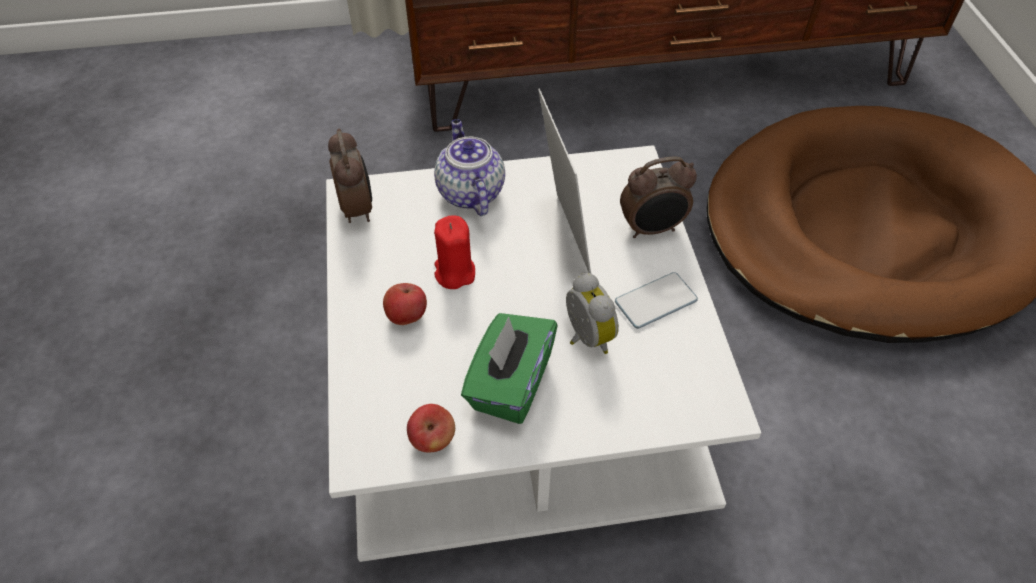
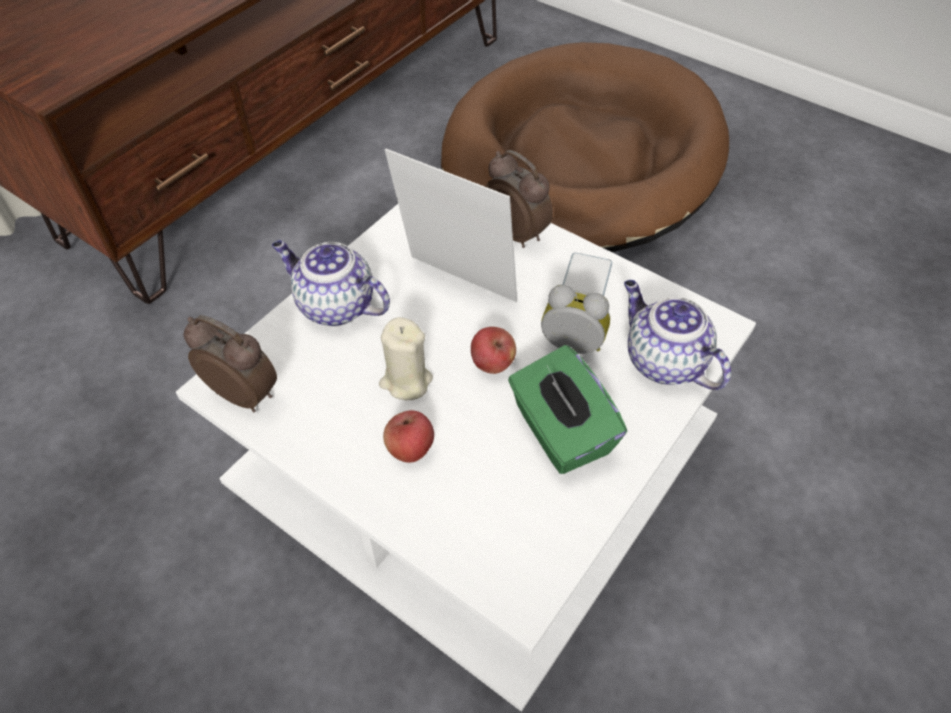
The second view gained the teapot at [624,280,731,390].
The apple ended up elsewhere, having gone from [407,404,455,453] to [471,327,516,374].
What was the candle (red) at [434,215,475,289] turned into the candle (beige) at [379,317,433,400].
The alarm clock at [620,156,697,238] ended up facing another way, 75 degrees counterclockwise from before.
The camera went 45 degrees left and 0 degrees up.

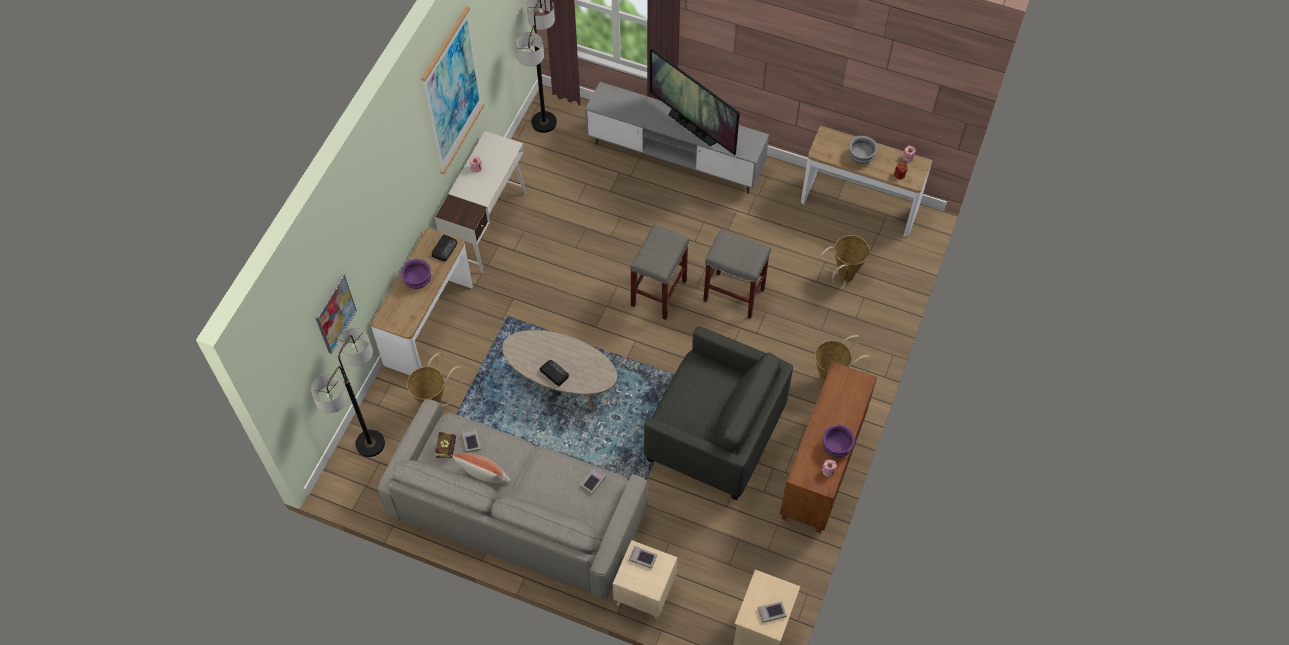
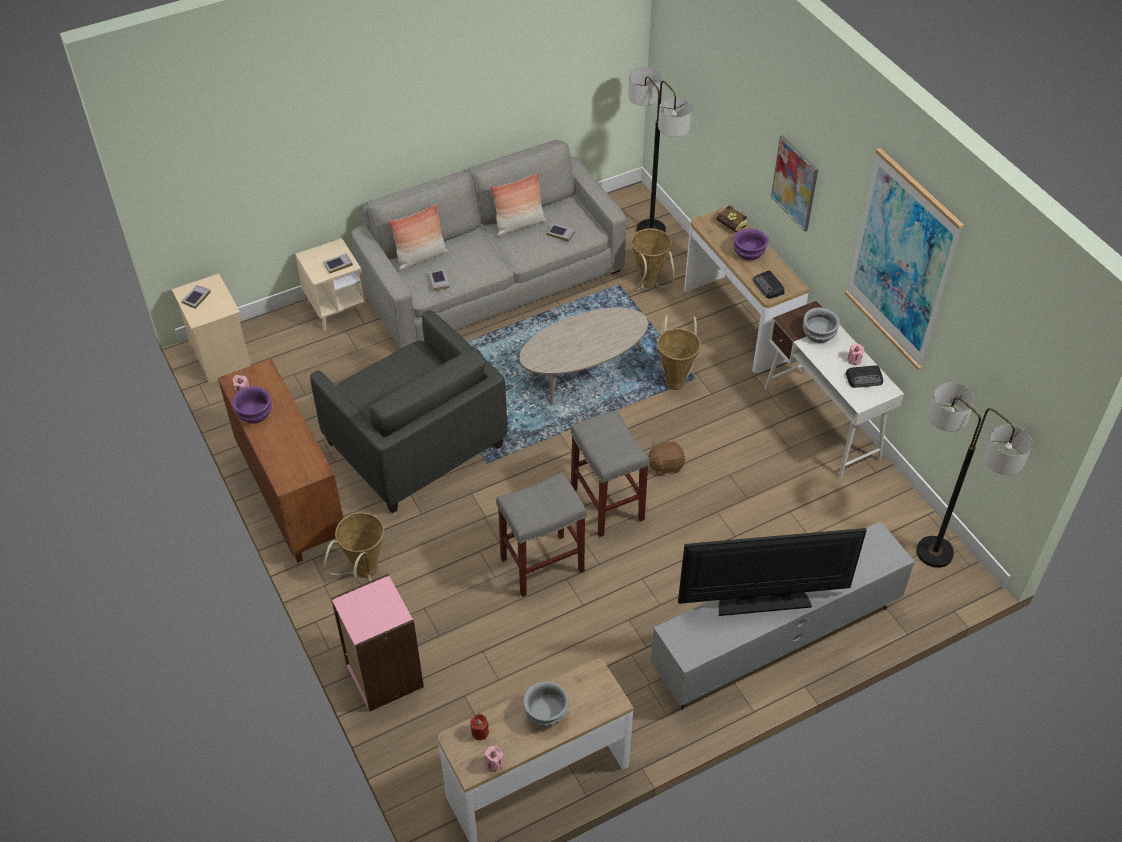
The second view gained the bookcase (pink) at [331,574,424,712].
The second view gained the pillow at [388,204,449,271].
The second view gained the plush toy (brown) at [648,441,685,476].
The second view gained the bowl (grey) at [803,307,840,343].
The picture ended up elsewhere, having gone from [315,274,357,354] to [771,135,818,232].
The book ended up elsewhere, having gone from [435,432,456,458] to [716,205,747,232].
The radio ended up elsewhere, having gone from [540,360,569,386] to [846,365,883,388].
The basket ended up elsewhere, having gone from [816,235,870,289] to [657,314,700,390].
The armchair (grey) at [644,327,793,501] ended up facing another way, 105 degrees counterclockwise from before.
The camera went 130 degrees right and 10 degrees down.

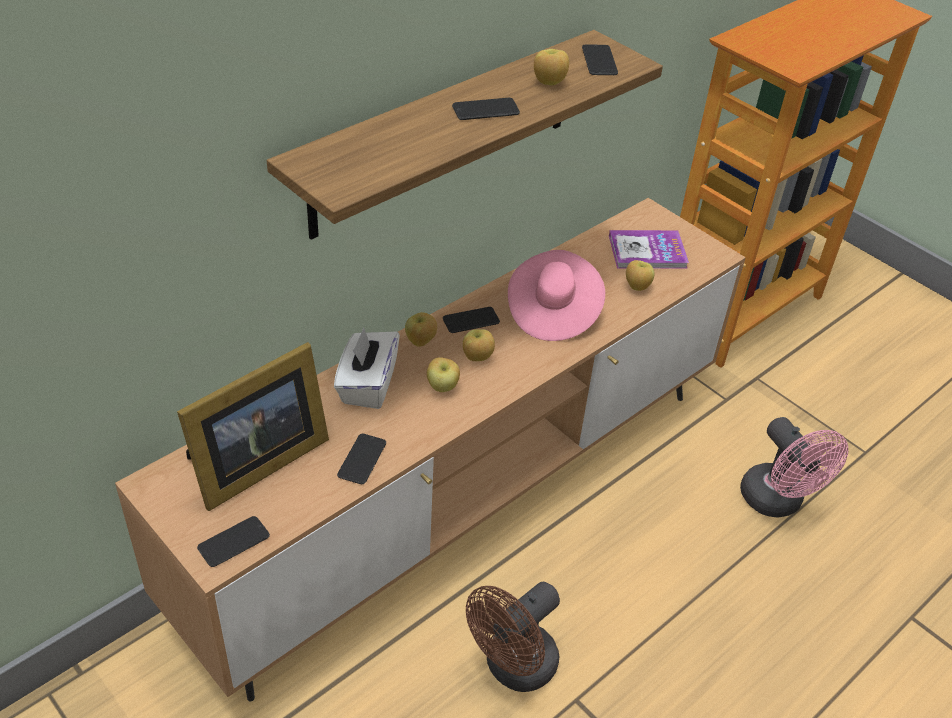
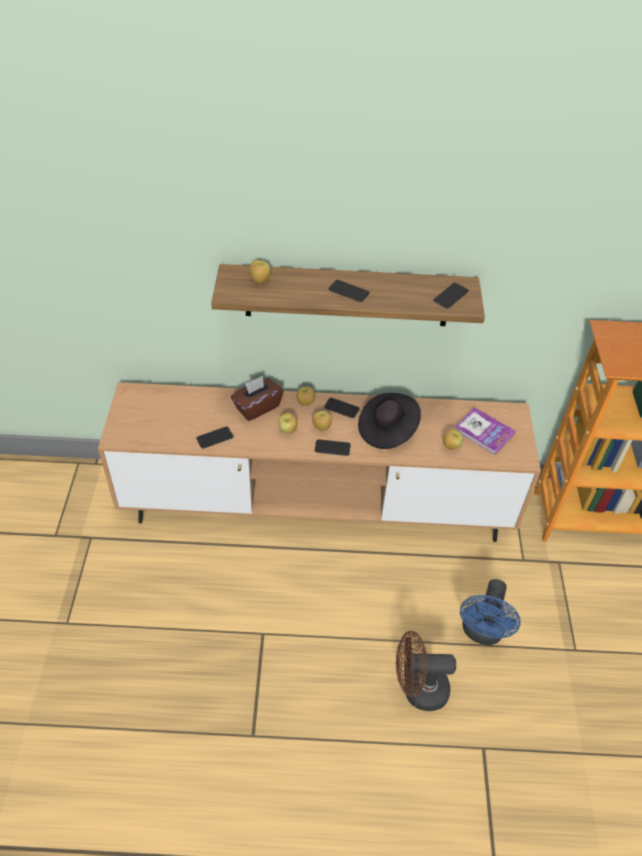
The second view lost the picture frame at [177,342,329,511].
The phone ended up elsewhere, having gone from [197,516,270,567] to [315,439,350,456].
The fan (brown) ended up elsewhere, having gone from [466,582,560,692] to [396,631,456,711].
The apple ended up elsewhere, having gone from [534,49,569,85] to [249,260,271,283].
What was the tissue box (white) at [334,327,400,409] turned into the tissue box (brown) at [231,376,284,421].
What was the hat (pink) at [508,250,605,341] turned into the hat (black) at [358,393,421,449].
What was the fan (pink) at [740,417,848,518] turned into the fan (blue) at [460,579,521,645].
The camera went 45 degrees right and 5 degrees up.

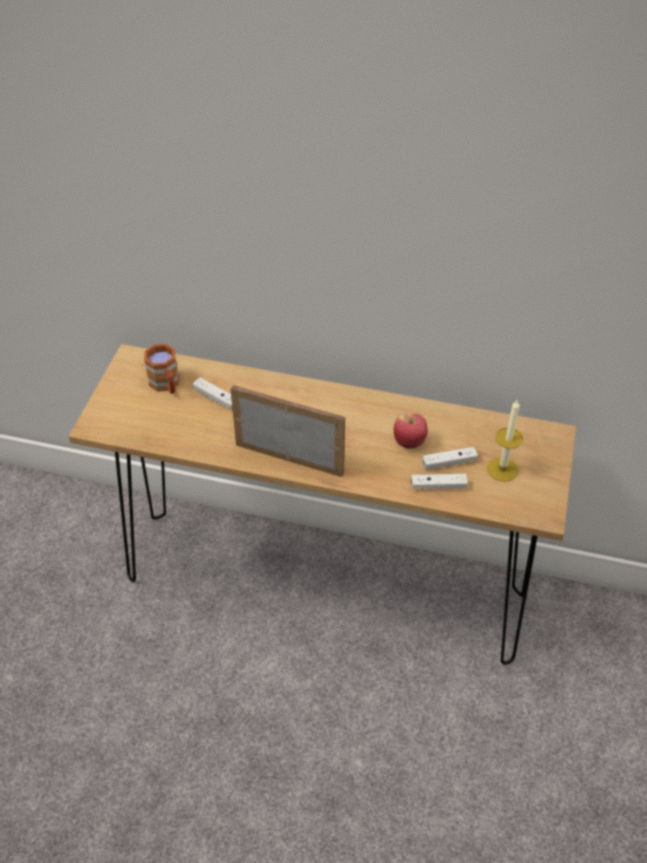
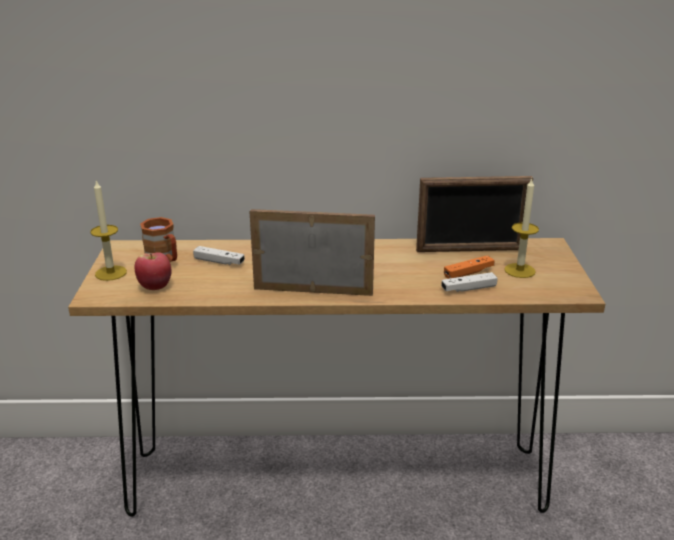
The second view gained the candle at [90,180,127,281].
The second view gained the picture frame at [416,176,533,252].
The apple ended up elsewhere, having gone from [394,413,428,449] to [134,252,172,290].
What was the game controller (white) at [422,447,478,470] turned into the game controller (orange) at [444,255,495,279].
The camera went 15 degrees left and 20 degrees down.

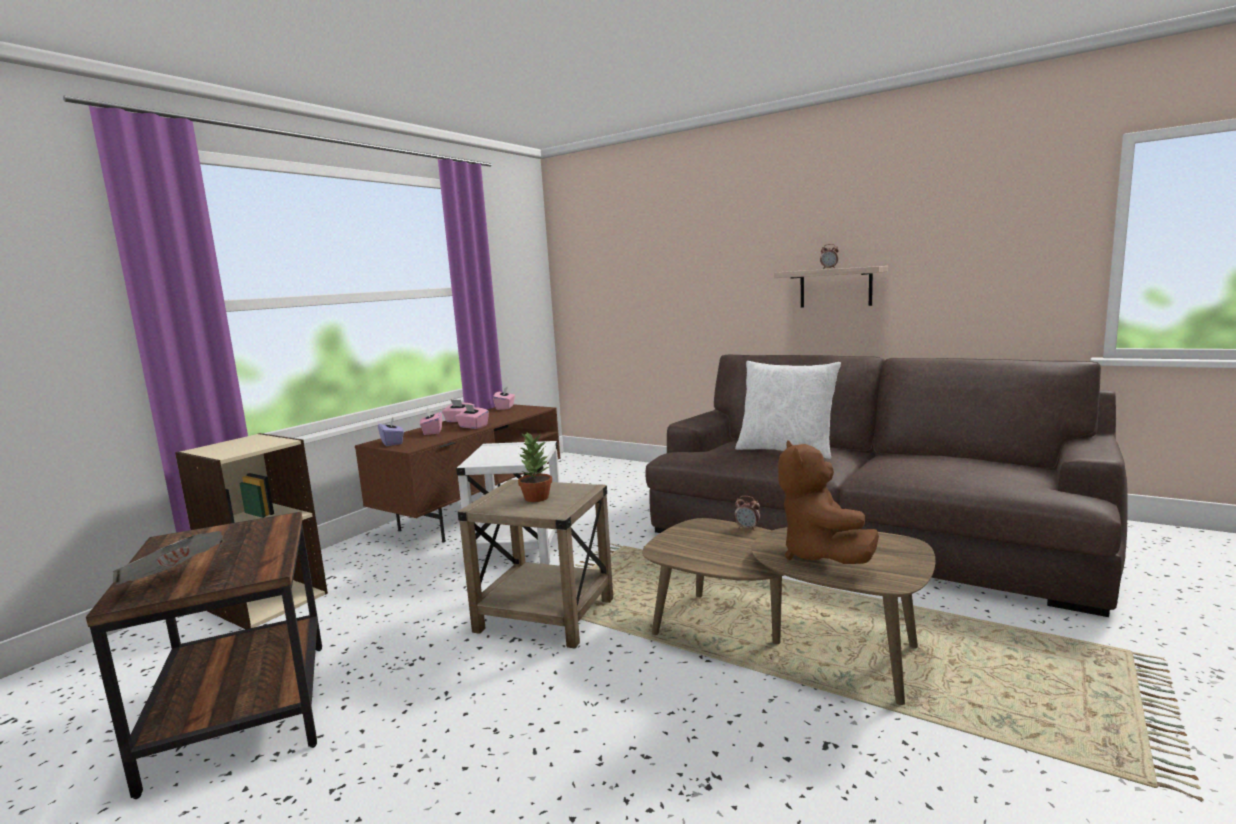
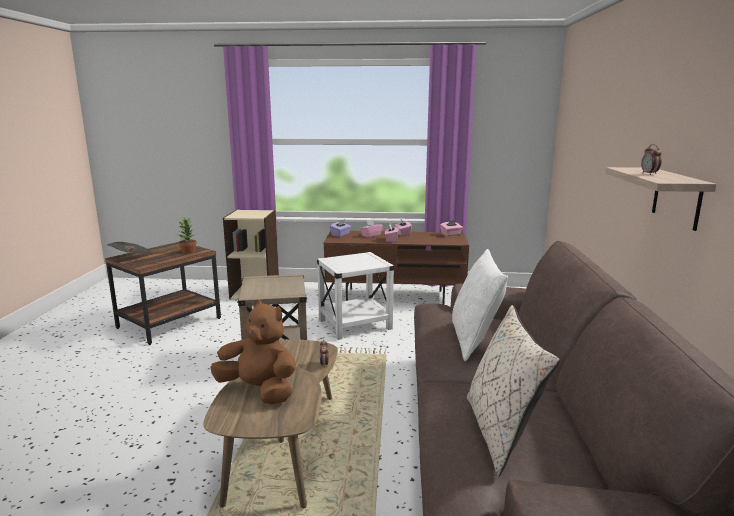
The second view gained the pillow (beige) at [467,305,560,476].
The potted plant ended up elsewhere, having gone from [518,432,552,502] to [178,217,197,254].
The plush toy (brown) at [778,440,879,564] ended up facing another way, 60 degrees clockwise from before.
The camera went 60 degrees right and 5 degrees up.

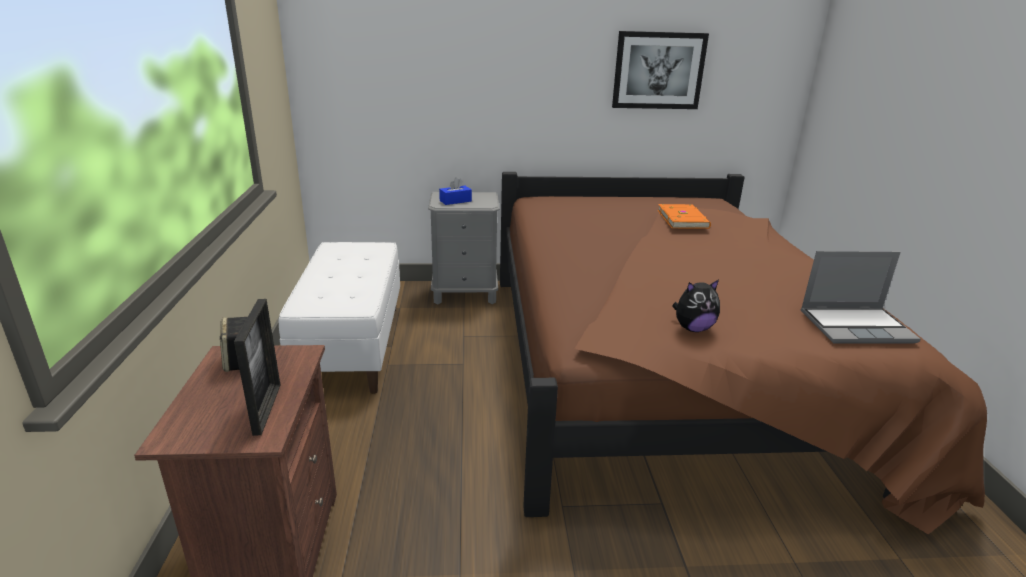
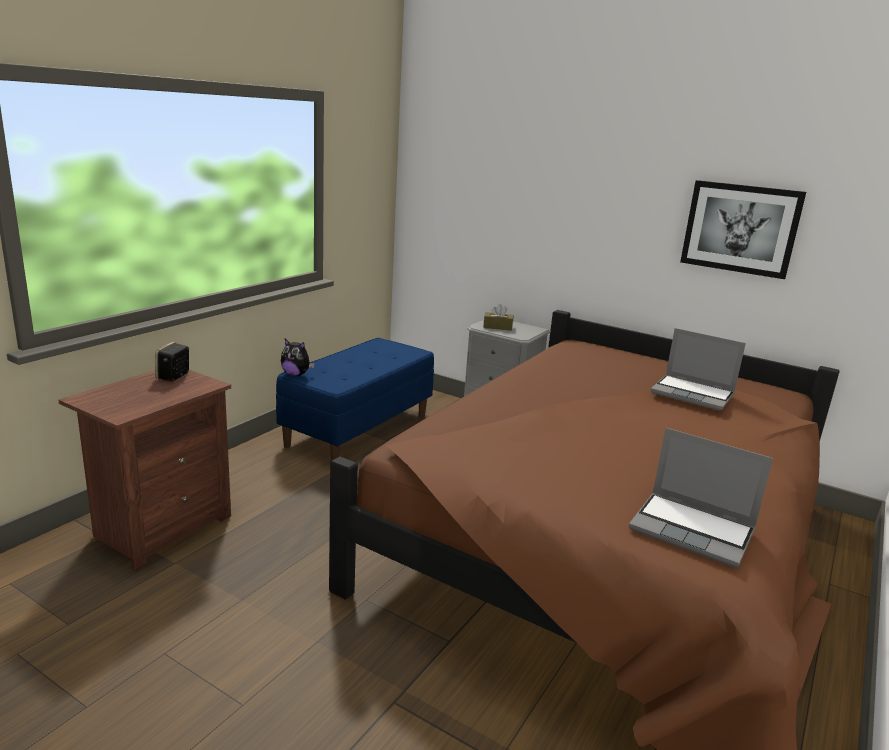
The second view lost the picture frame at [234,299,281,436].
The plush toy ended up elsewhere, having gone from [672,279,720,332] to [281,339,315,376].
Where the book (orange) stood at [657,204,711,229], the laptop came to stand at [651,328,746,411].
What was the bench (white) at [279,242,400,394] turned into the bench (blue) at [276,338,434,461].
What was the tissue box (blue) at [439,178,472,205] turned into the tissue box (brown) at [483,304,513,331].
The camera went 35 degrees right and 5 degrees down.

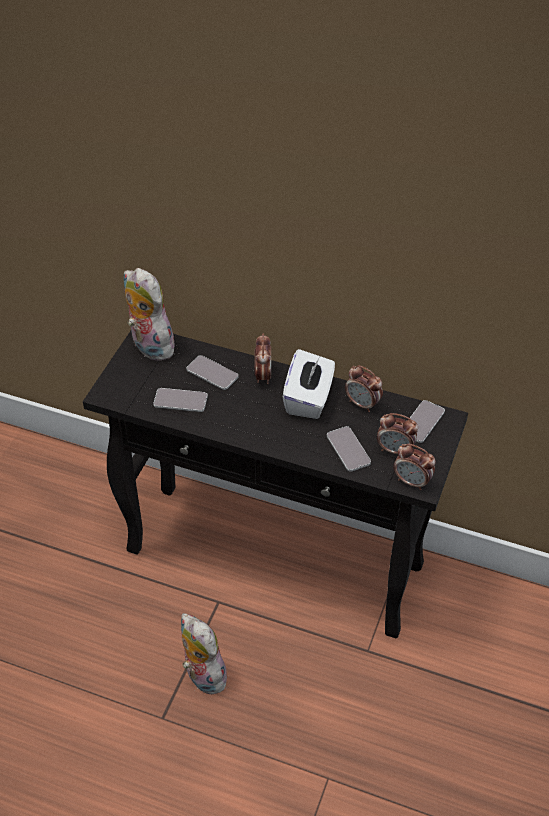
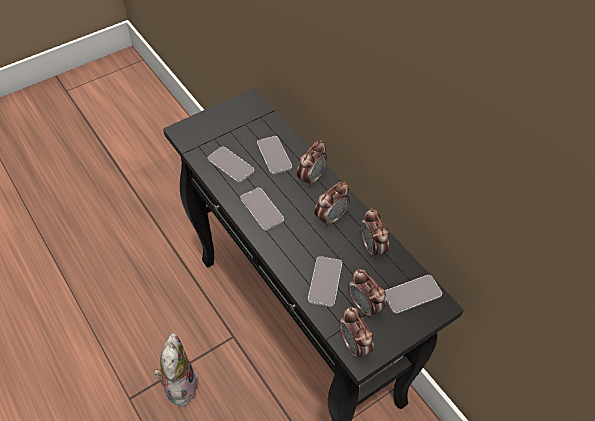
The second view lost the plush toy at [124,268,178,361].
The second view gained the phone at [240,188,284,231].
Where the tissue box (white) stood at [283,349,335,419], the alarm clock came to stand at [314,182,350,228].
The camera went 35 degrees right and 5 degrees up.

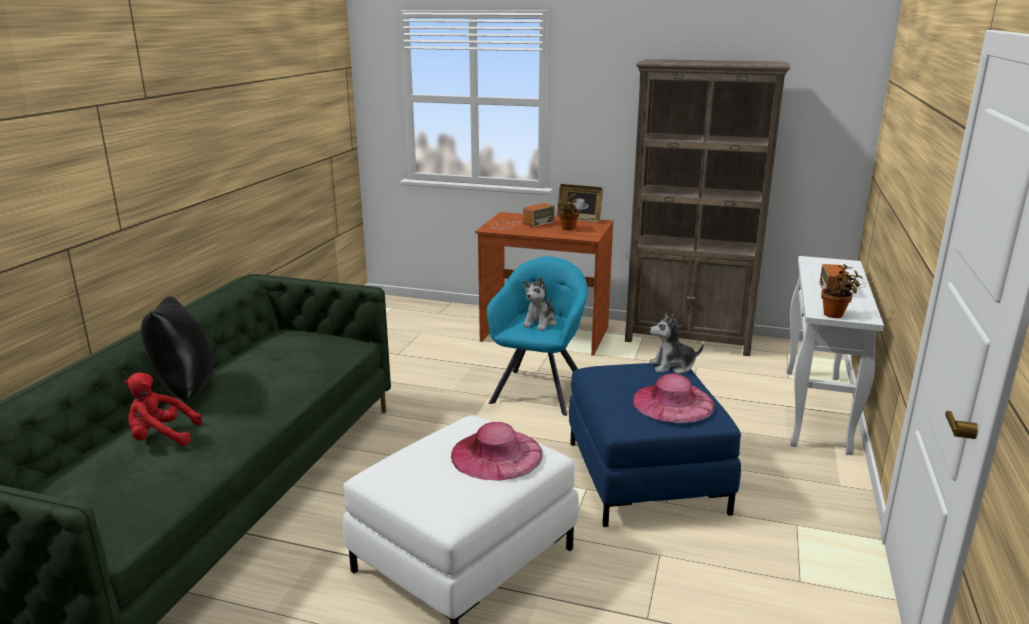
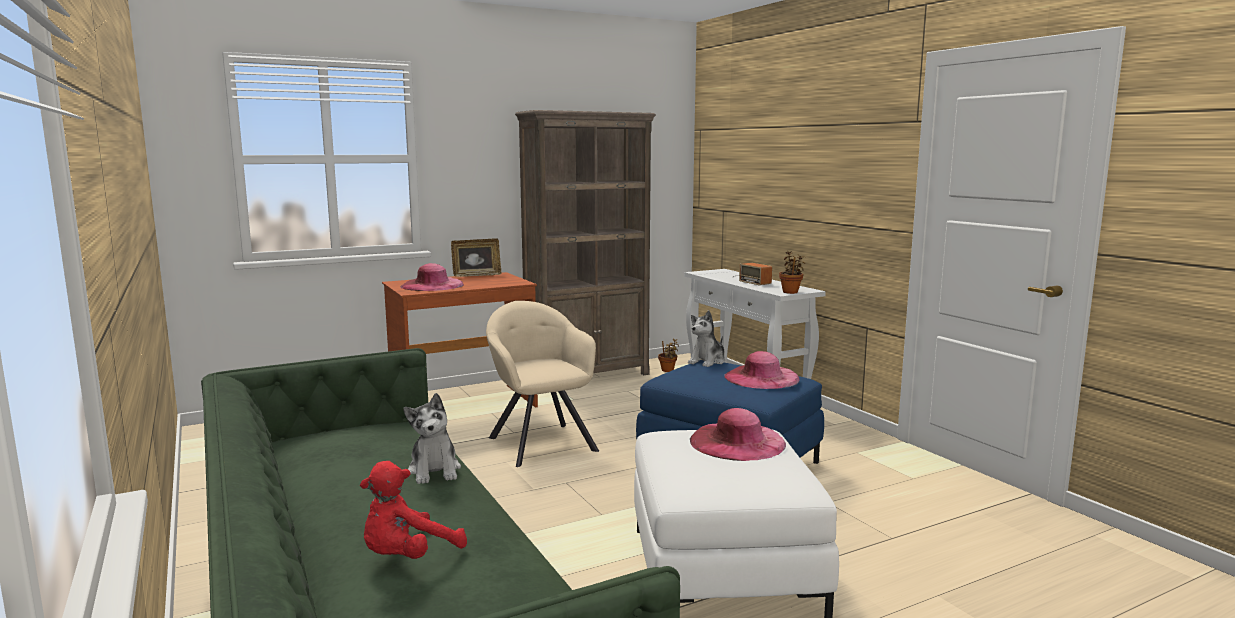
The second view lost the pillow (black) at [141,296,214,401].
The plush toy ended up elsewhere, having gone from [522,277,556,331] to [403,393,461,484].
The potted plant ended up elsewhere, having gone from [557,193,580,230] to [658,339,679,372].
Where the radio stood at [491,203,555,230], the hat (pink) came to stand at [400,263,464,291].
What was the armchair (turquoise) at [487,256,588,416] turned into the armchair (beige) at [486,301,599,467].
The camera went 45 degrees left and 10 degrees down.

